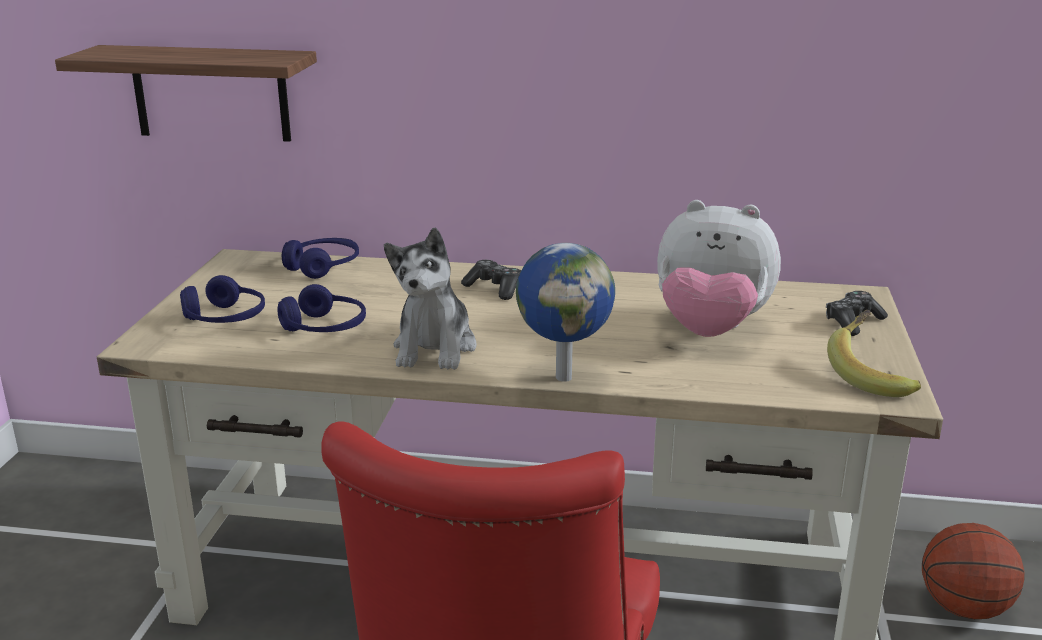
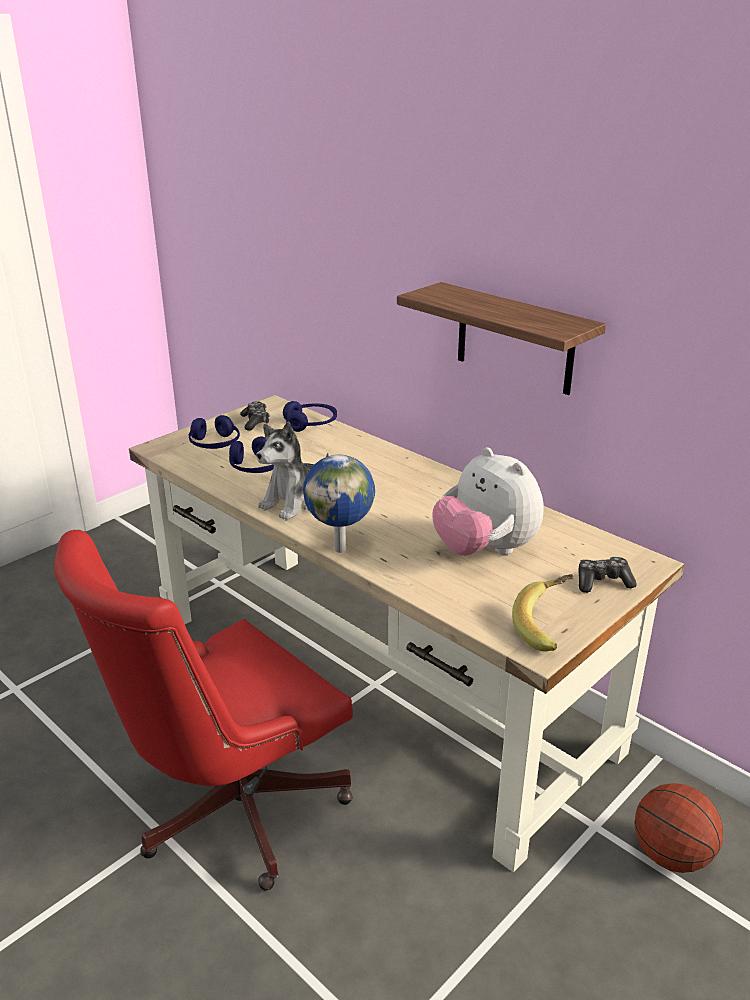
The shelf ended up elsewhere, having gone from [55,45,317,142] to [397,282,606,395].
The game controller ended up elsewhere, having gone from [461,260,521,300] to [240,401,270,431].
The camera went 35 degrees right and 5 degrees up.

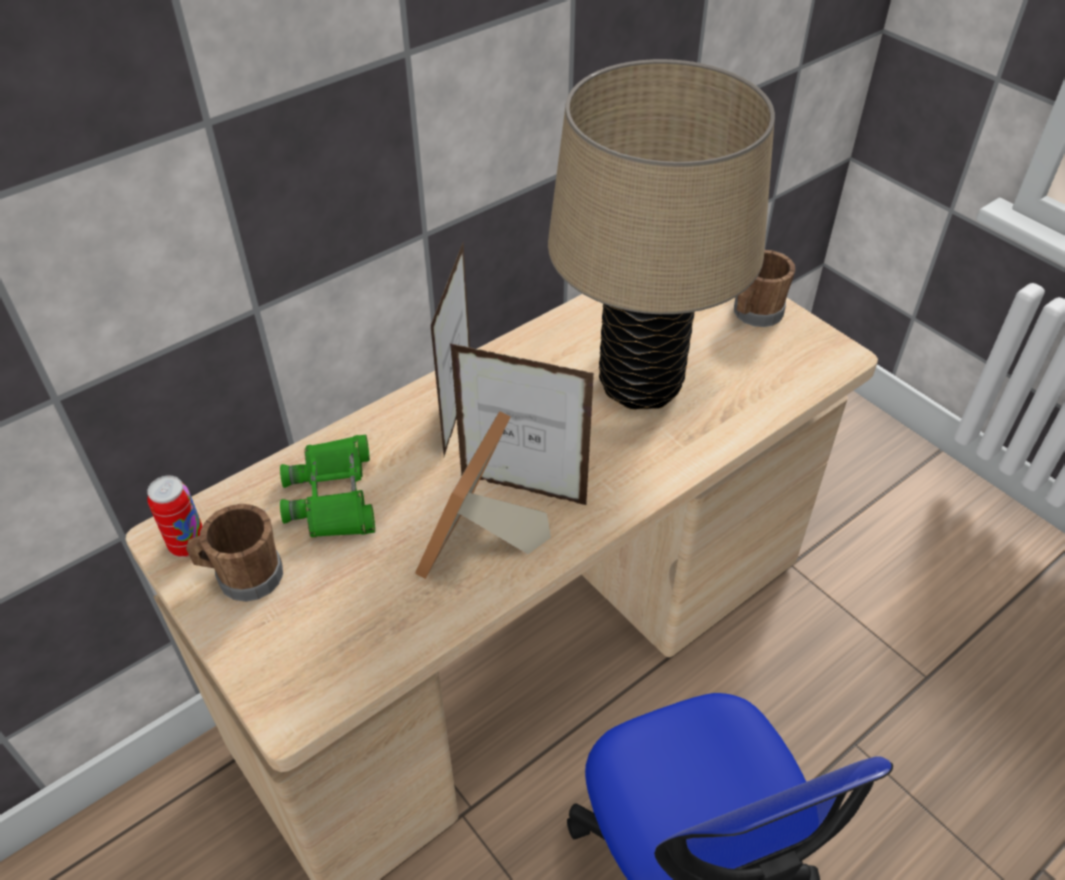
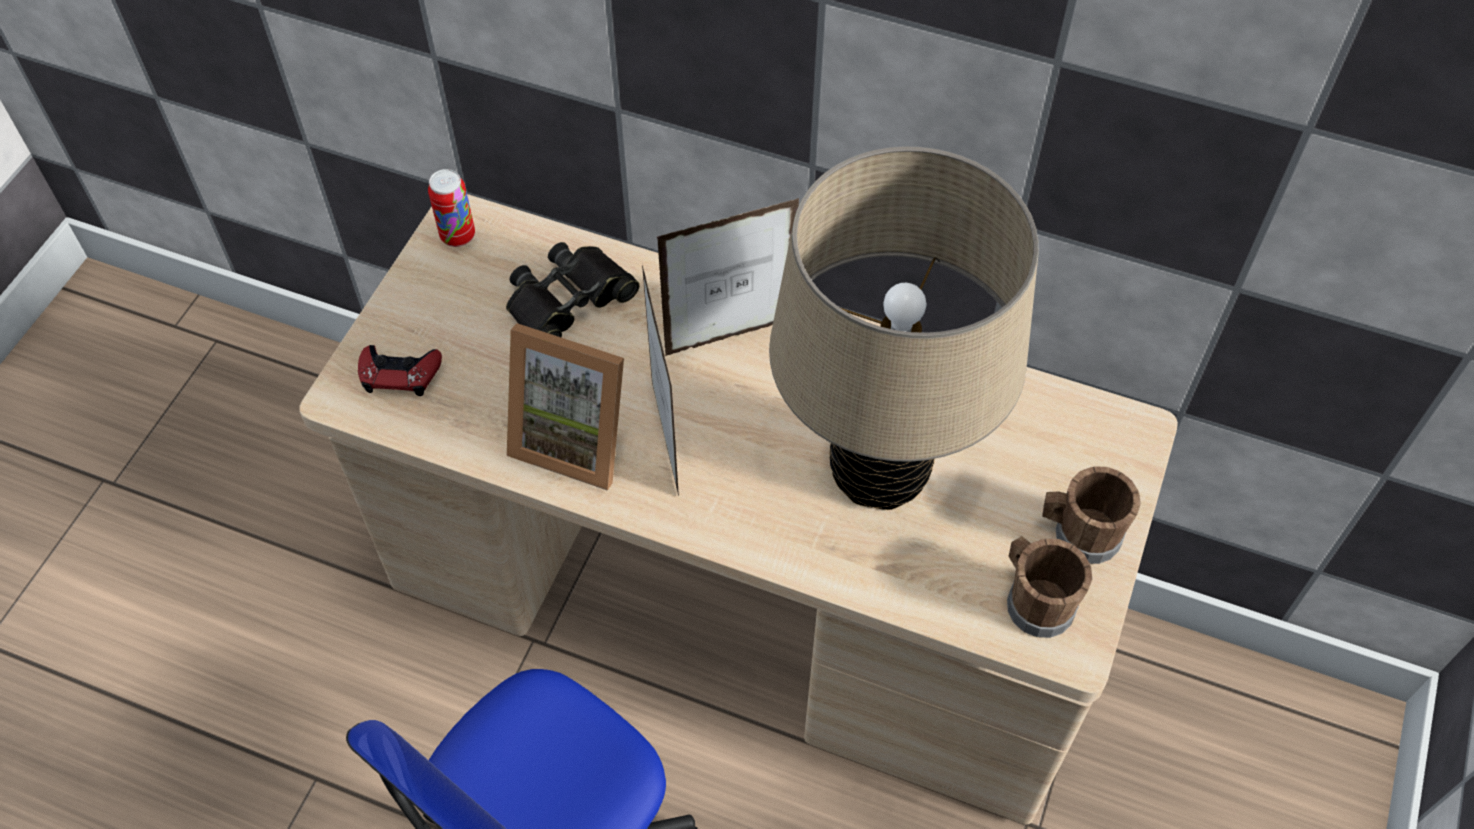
The second view gained the game controller (red) at [358,345,442,396].
The mug (brown) ended up elsewhere, having gone from [186,504,283,602] to [1007,536,1092,638].
What was the binoculars (green) at [280,435,375,537] turned into the binoculars (black) at [506,242,639,338].
The picture frame at [415,411,551,579] ended up facing another way, 150 degrees counterclockwise from before.
The camera went 60 degrees right and 10 degrees up.

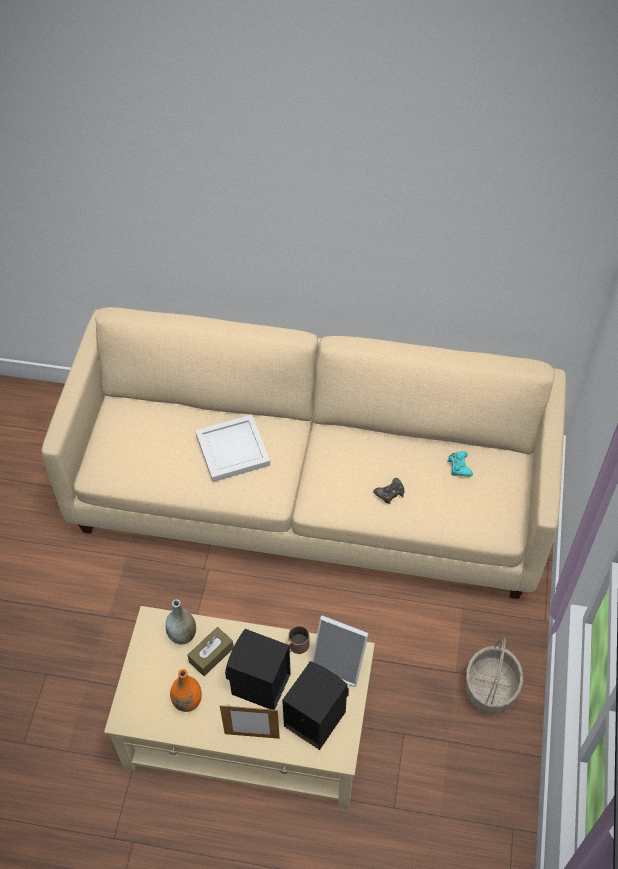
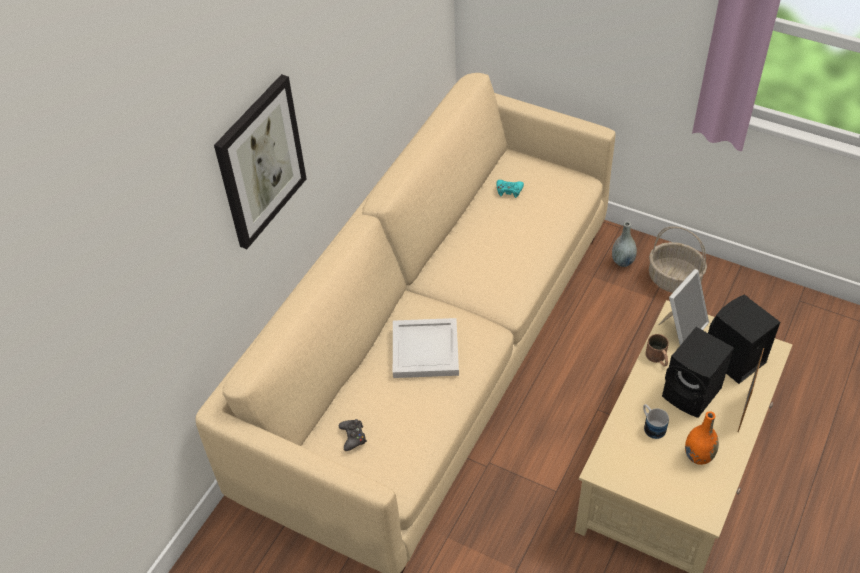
The second view gained the picture at [214,74,307,249].
The vase (grey) ended up elsewhere, having gone from [166,599,196,645] to [612,222,637,267].
The game controller (black) ended up elsewhere, having gone from [373,478,405,504] to [339,419,367,451].
Where the tissue box (brown) stood at [187,627,234,676], the mug came to stand at [643,404,669,439].
The camera went 70 degrees left and 5 degrees down.

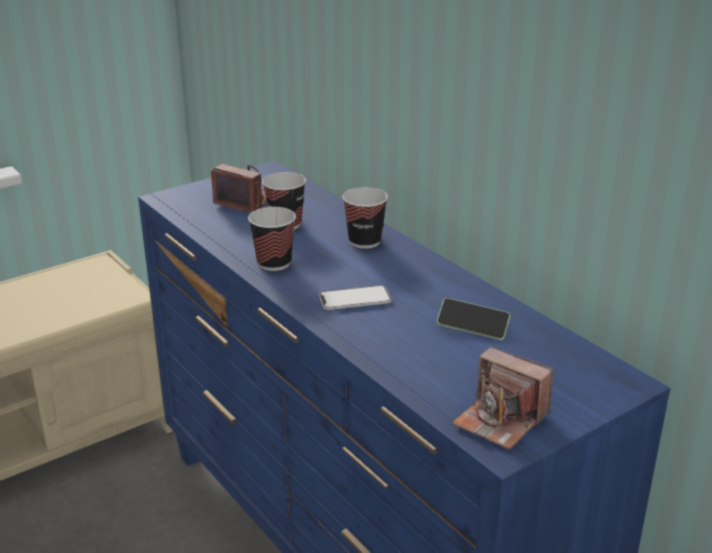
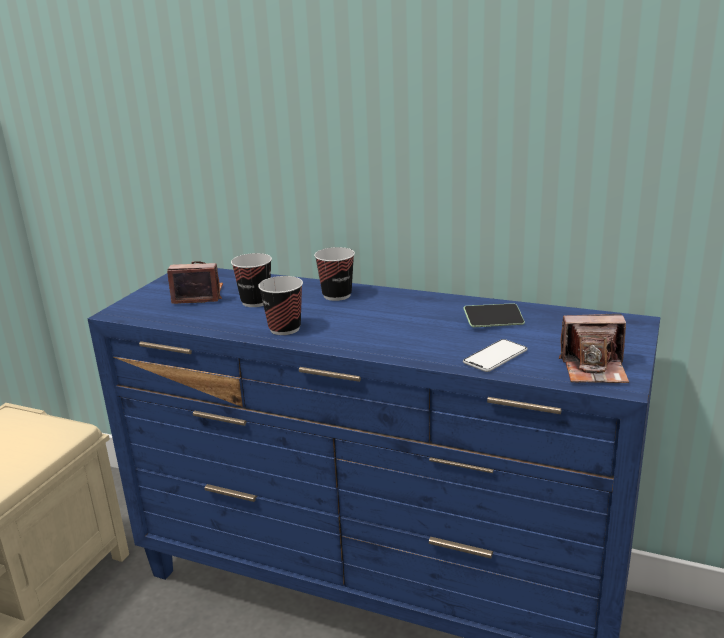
The phone ended up elsewhere, having gone from [319,285,392,310] to [463,339,528,372].
The camera went 30 degrees left and 5 degrees down.

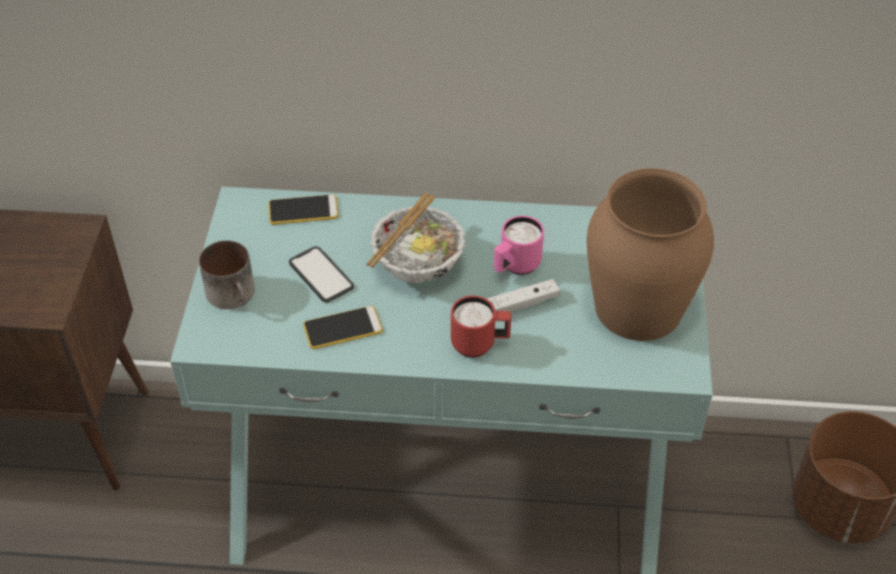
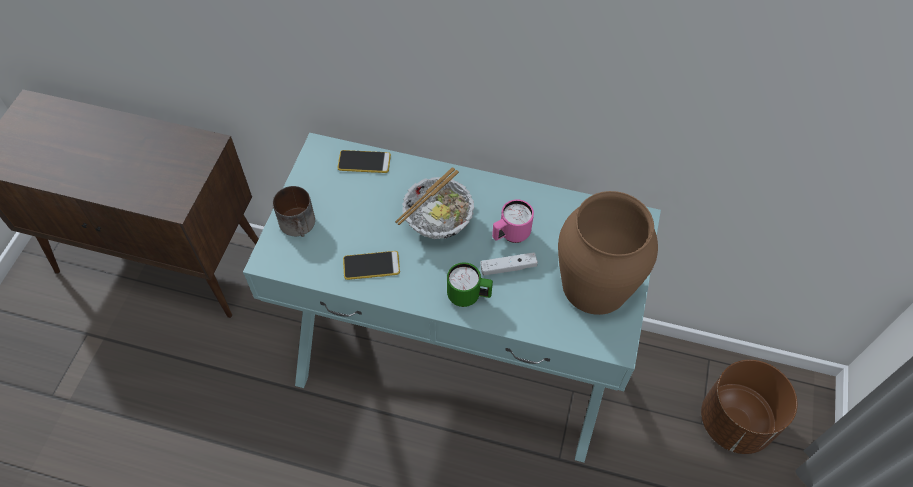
The second view lost the phone at [289,246,354,303].
What was the mug (red) at [451,296,511,358] turned into the mug (green) at [447,262,493,307].
The camera went 10 degrees right and 10 degrees up.

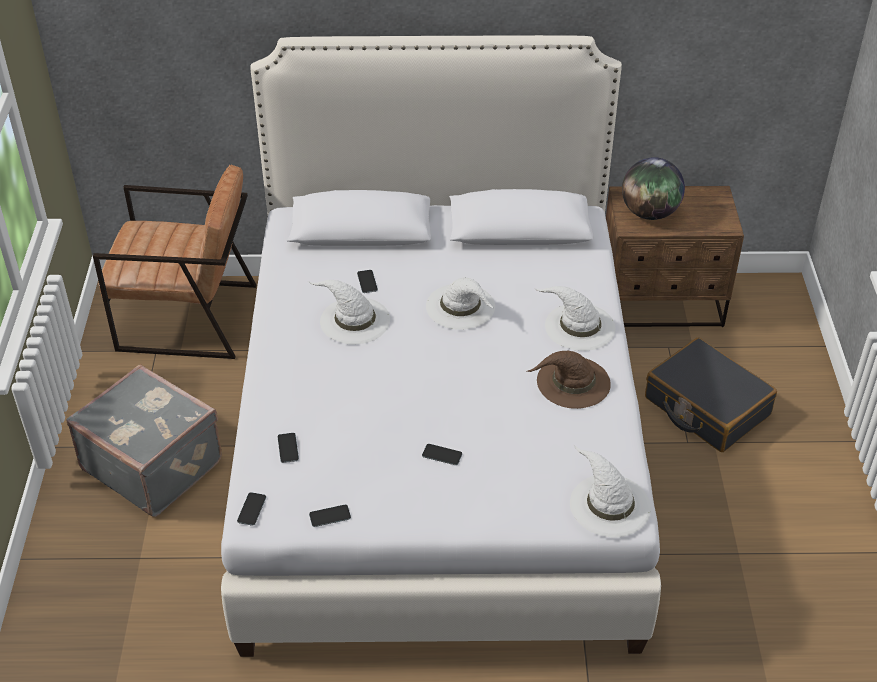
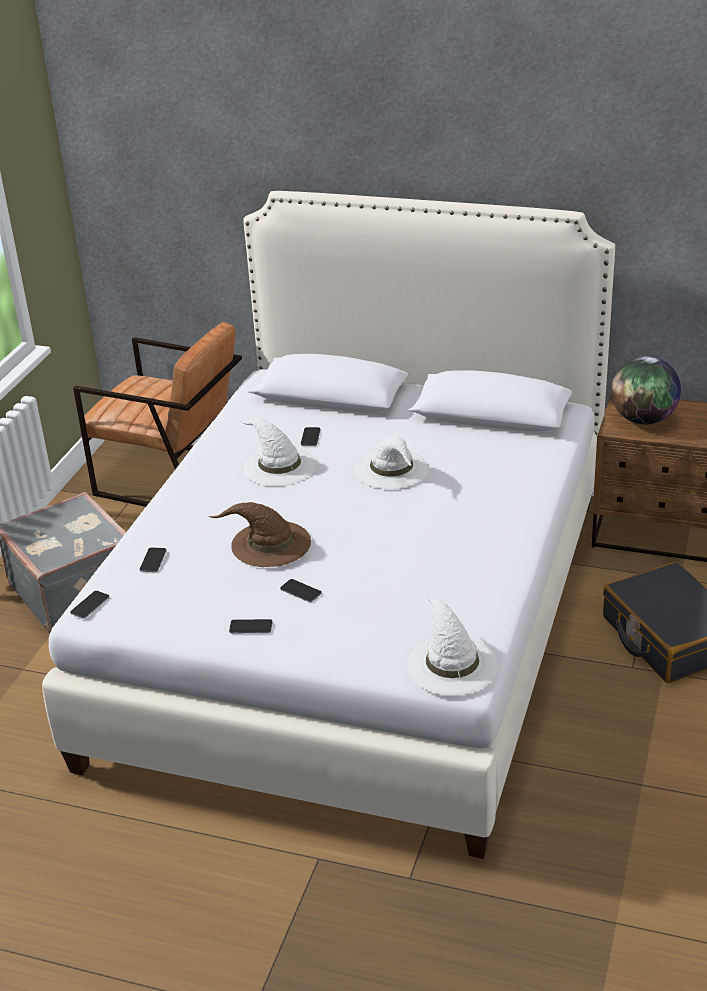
The second view lost the hat (white) at [534,286,615,351].
The phone ended up elsewhere, having gone from [309,505,351,527] to [229,619,273,633].
The hat (brown) ended up elsewhere, having gone from [527,351,611,409] to [209,502,311,567].
The camera went 20 degrees right and 10 degrees down.

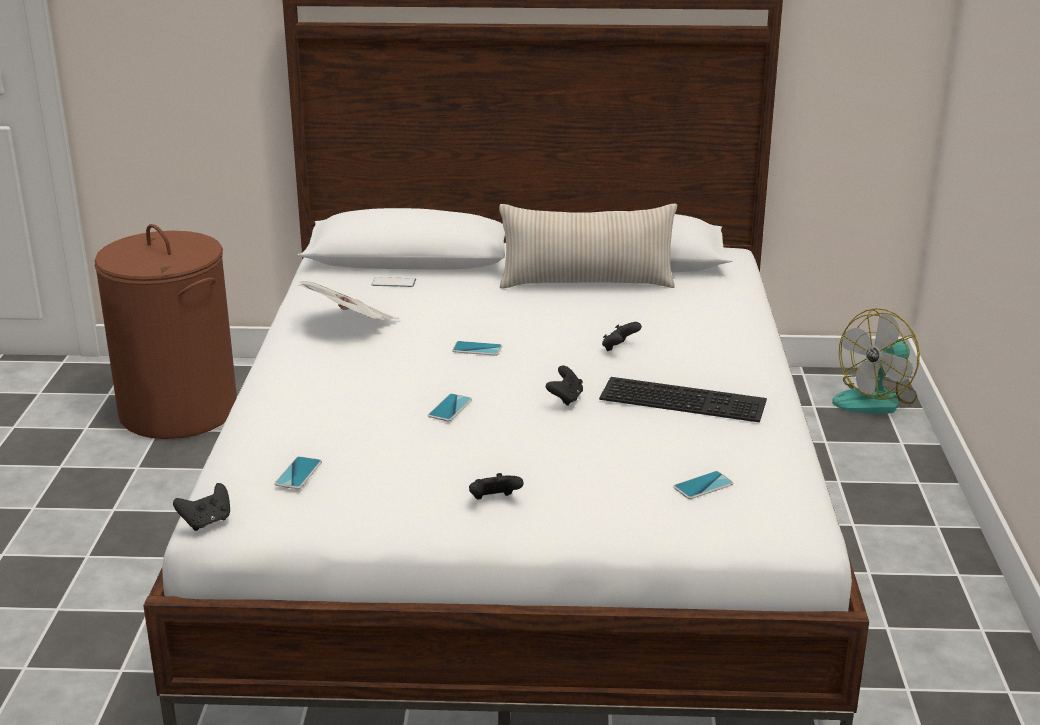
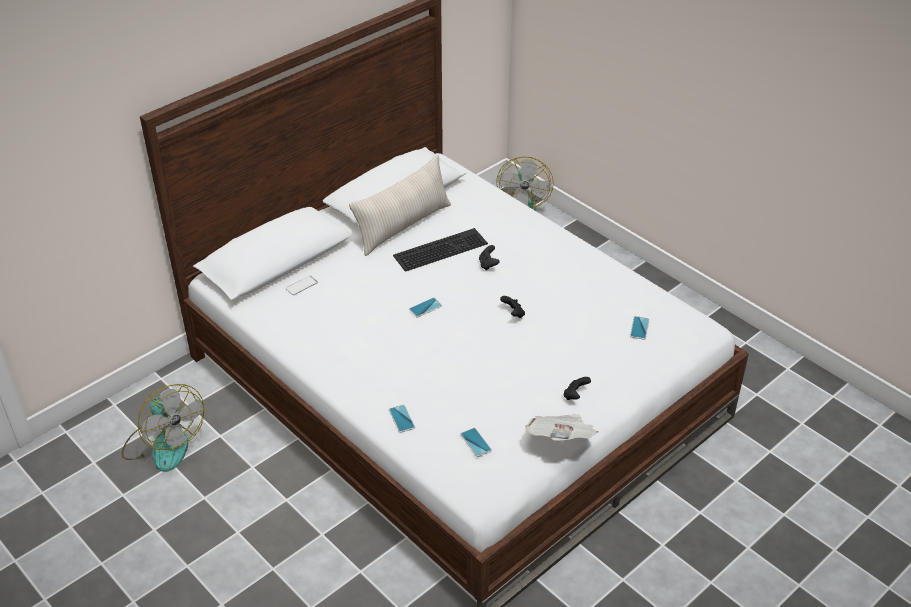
The second view lost the game controller (black) at [173,483,230,531].
The newspaper ended up elsewhere, having gone from [298,281,400,320] to [525,414,599,441].
The phone ended up elsewhere, having gone from [428,394,472,421] to [389,405,415,433].
The keyboard ended up elsewhere, having gone from [599,377,767,423] to [393,228,488,272].
Where the laundry basket (brown) stood at [94,224,237,439], the fan came to stand at [121,384,204,472].
The camera went 45 degrees left and 15 degrees up.

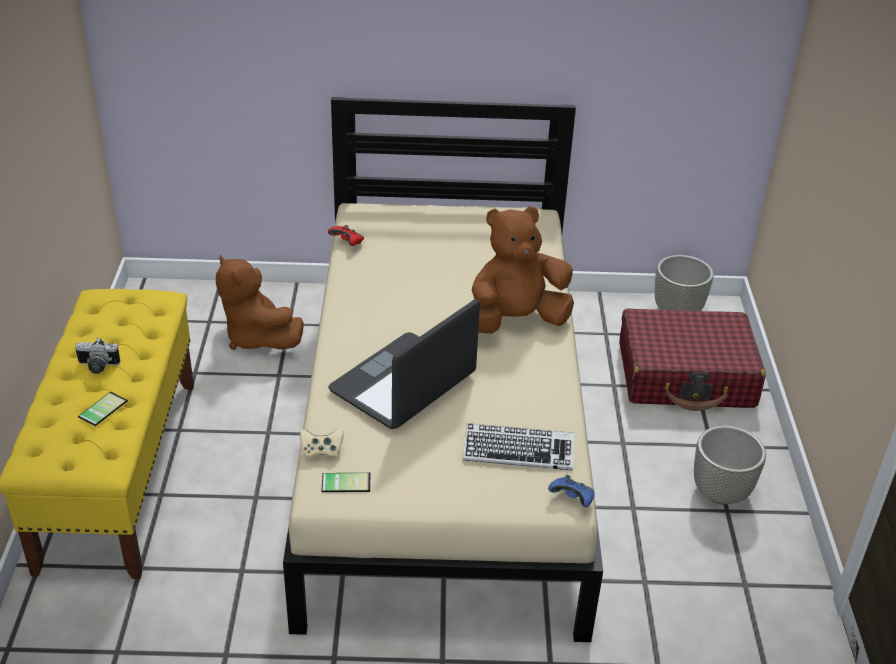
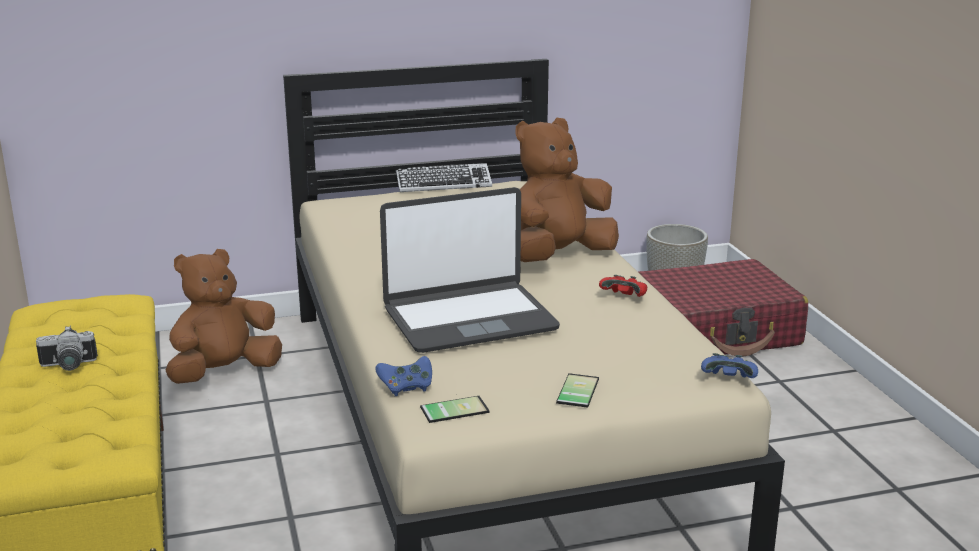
The second view lost the planter (grey) at [694,426,766,504].
The phone ended up elsewhere, having gone from [78,392,128,426] to [556,373,599,408].
The game controller (red) ended up elsewhere, having gone from [328,225,364,246] to [599,275,647,297].
The keyboard ended up elsewhere, having gone from [463,423,575,470] to [396,163,492,192].
What was the game controller (beige) at [300,429,344,459] turned into the game controller (blue) at [375,356,432,396].
The plush toy (brown) at [216,255,304,350] ended up facing another way, 105 degrees clockwise from before.
The laptop at [328,299,480,429] ended up facing another way, 135 degrees counterclockwise from before.
The camera went 15 degrees left and 15 degrees down.

